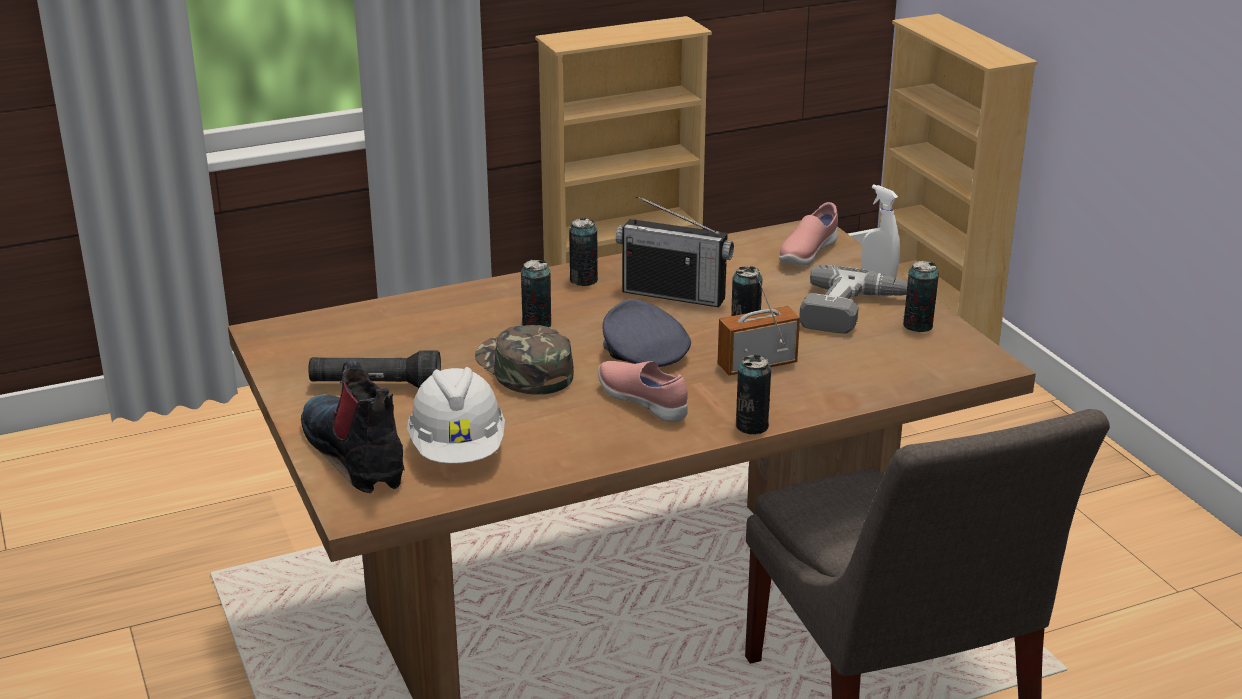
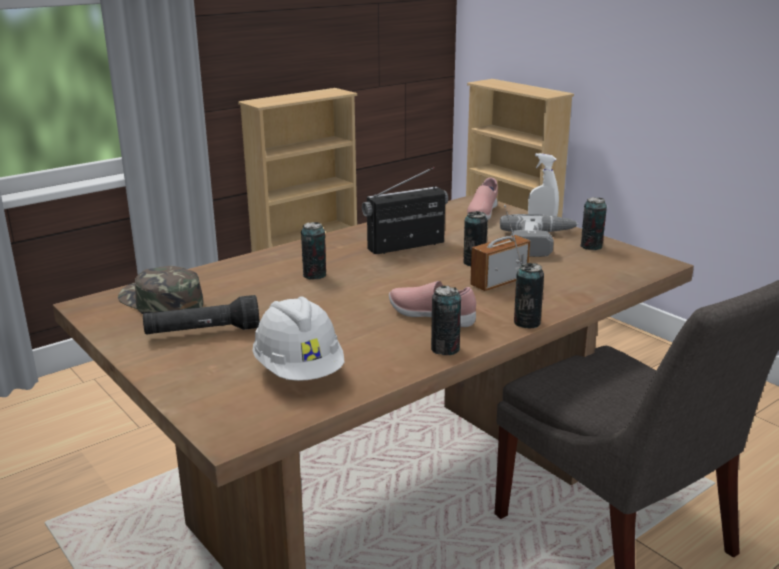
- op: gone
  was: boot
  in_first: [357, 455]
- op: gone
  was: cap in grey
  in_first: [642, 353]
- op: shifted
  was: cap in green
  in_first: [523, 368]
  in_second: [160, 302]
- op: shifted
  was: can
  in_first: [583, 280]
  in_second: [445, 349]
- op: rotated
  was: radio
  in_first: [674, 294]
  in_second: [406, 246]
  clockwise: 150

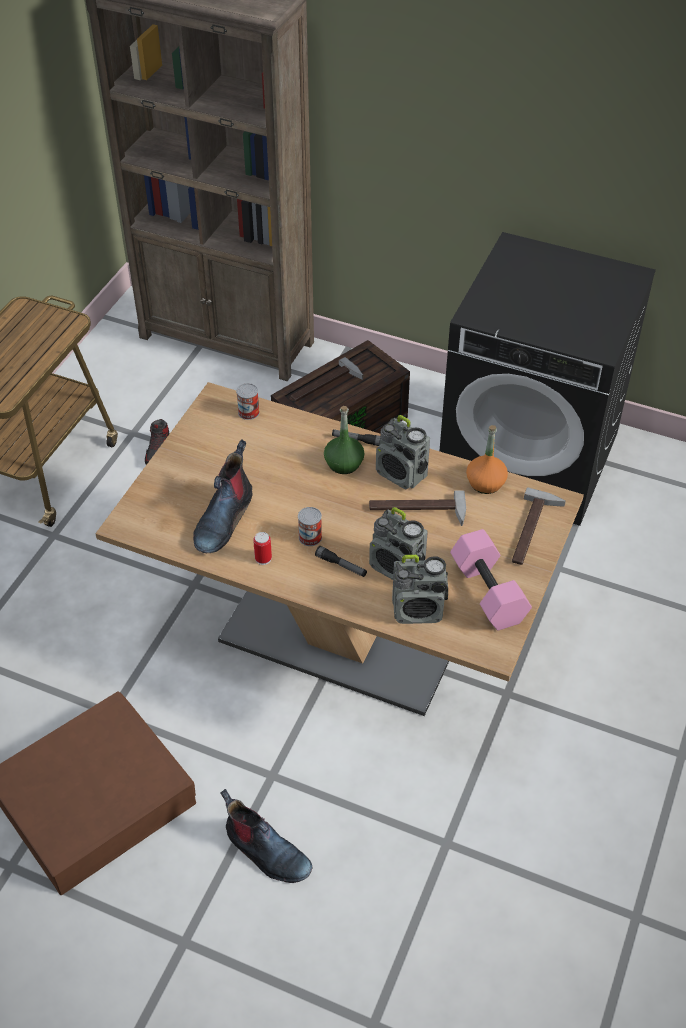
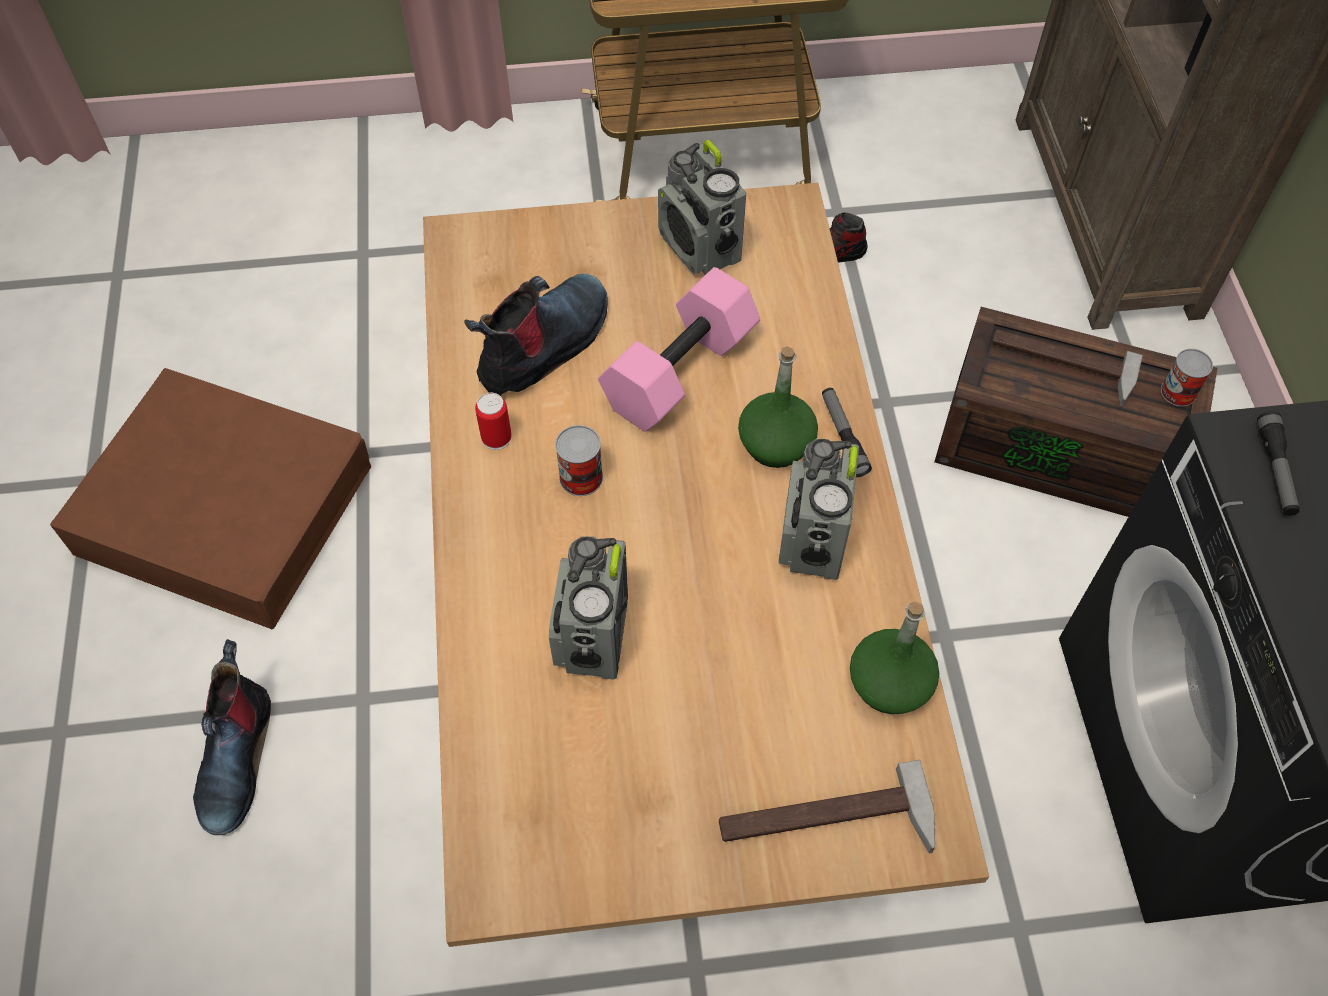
- op: gone
  was: hammer
  in_first: [417, 511]
- op: shifted
  was: can
  in_first: [248, 412]
  in_second: [1178, 392]
- op: shifted
  was: flashlight
  in_first: [341, 565]
  in_second: [1275, 470]
- op: shifted
  was: radio
  in_first: [418, 611]
  in_second: [700, 248]
- op: shifted
  was: dumbbell in pink
  in_first: [490, 592]
  in_second: [680, 373]
- op: repainted
  was: bottle in orange
  now: bottle in green
  in_first: [485, 483]
  in_second: [889, 683]
- op: rotated
  was: boot
  in_first: [223, 519]
  in_second: [545, 347]
  clockwise: 135

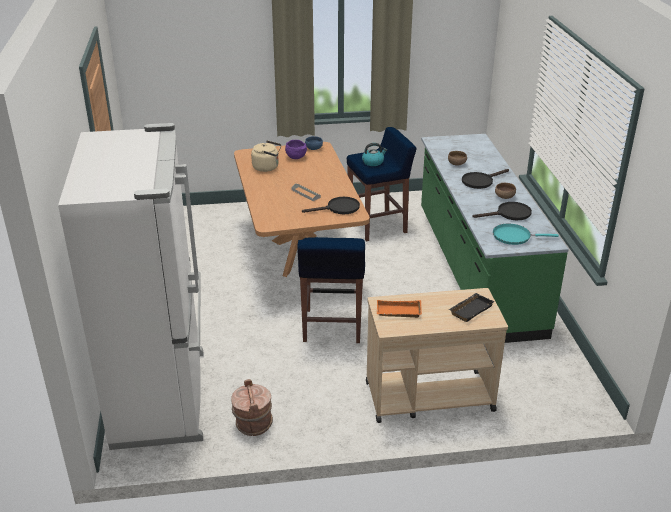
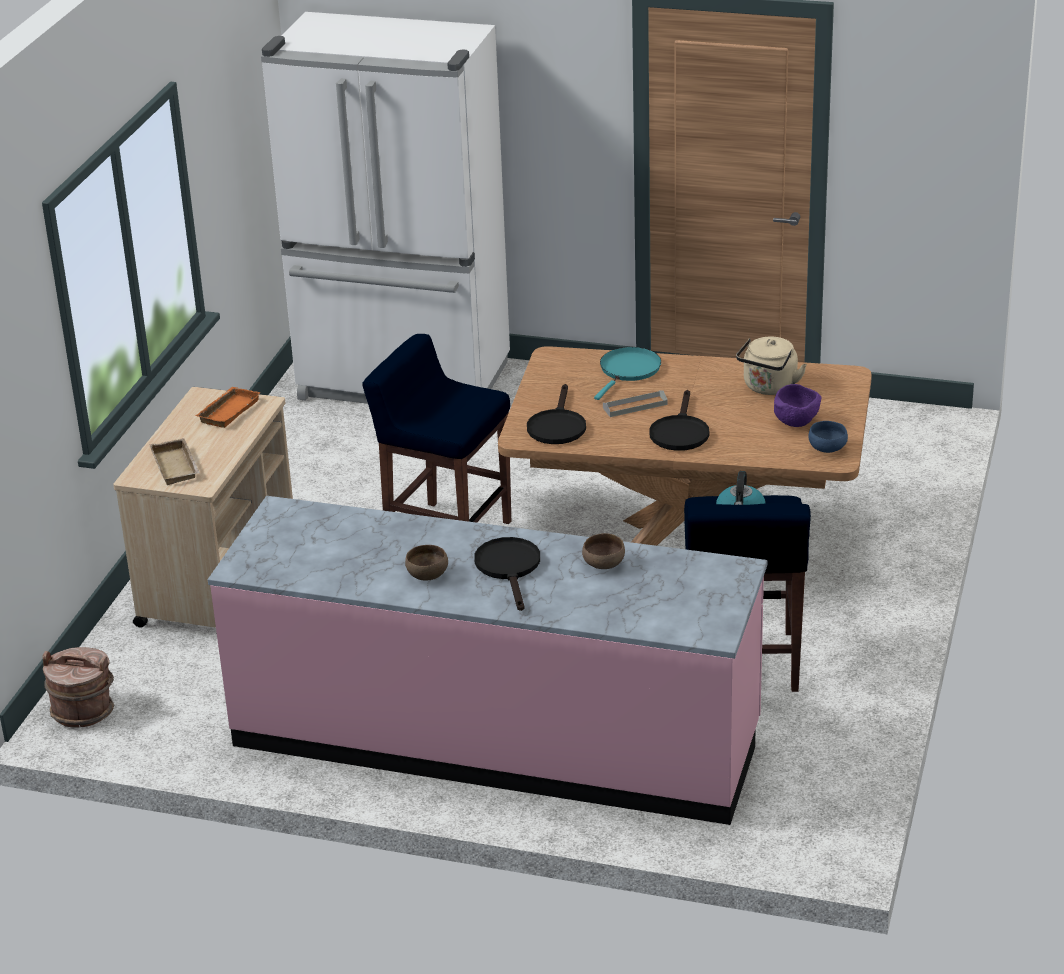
- op: shifted
  was: bucket in brown
  in_first: [253, 423]
  in_second: [83, 711]
- op: shifted
  was: frying pan in black
  in_first: [509, 214]
  in_second: [679, 432]
- op: shifted
  was: frying pan in turquoise
  in_first: [514, 236]
  in_second: [628, 371]
- op: repainted
  was: counter in green
  now: counter in pink
  in_first: [476, 269]
  in_second: [496, 738]
- op: repainted
  was: tray in black
  now: tray in beige
  in_first: [470, 309]
  in_second: [177, 466]

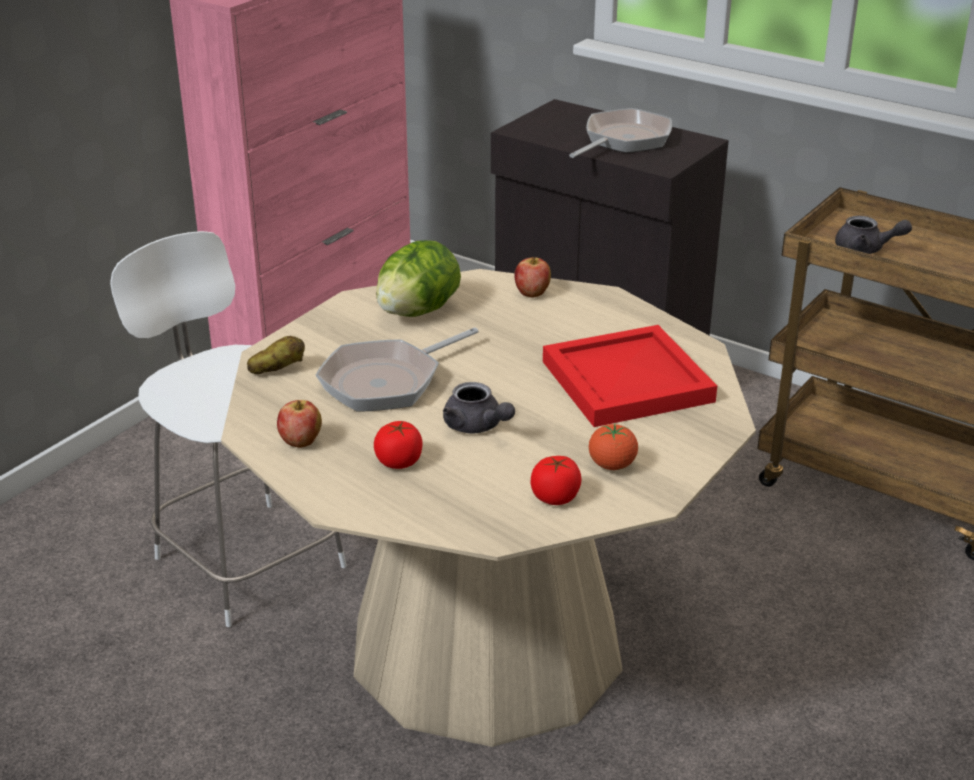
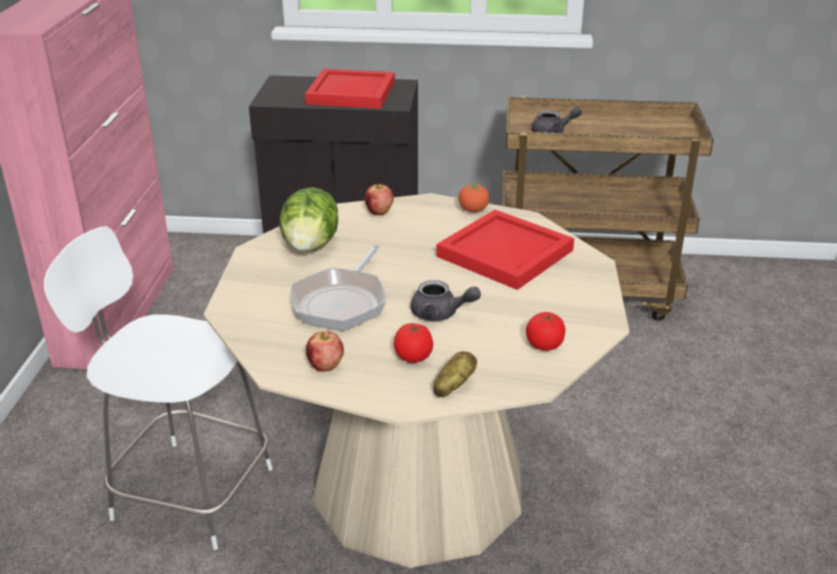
- op: shifted
  was: potato
  in_first: [277, 370]
  in_second: [453, 386]
- op: shifted
  was: tomato
  in_first: [612, 465]
  in_second: [473, 210]
- op: swapped
  was: frying pan
  now: tray in red
  in_first: [623, 140]
  in_second: [349, 93]

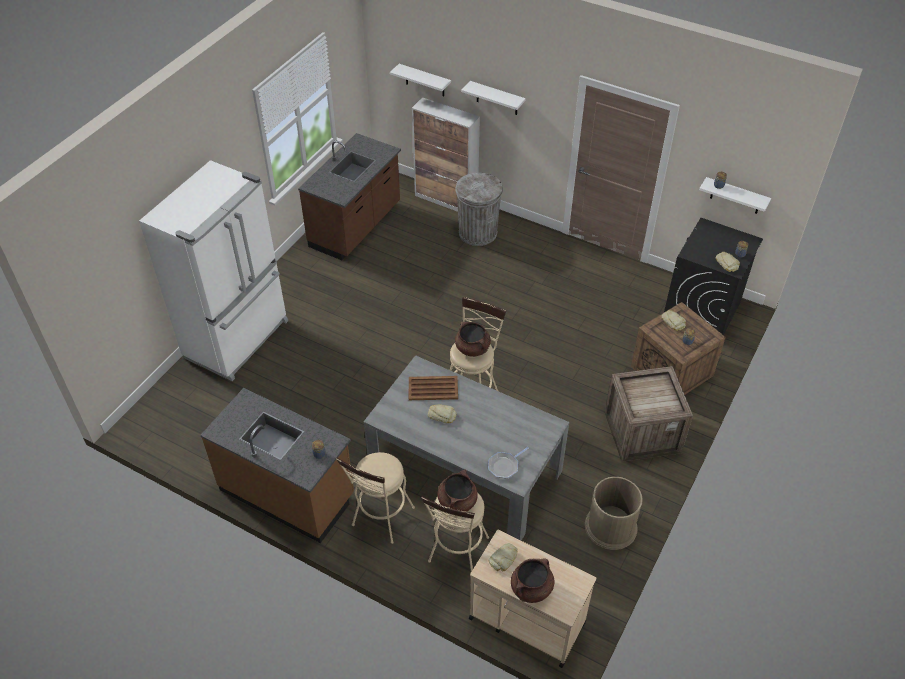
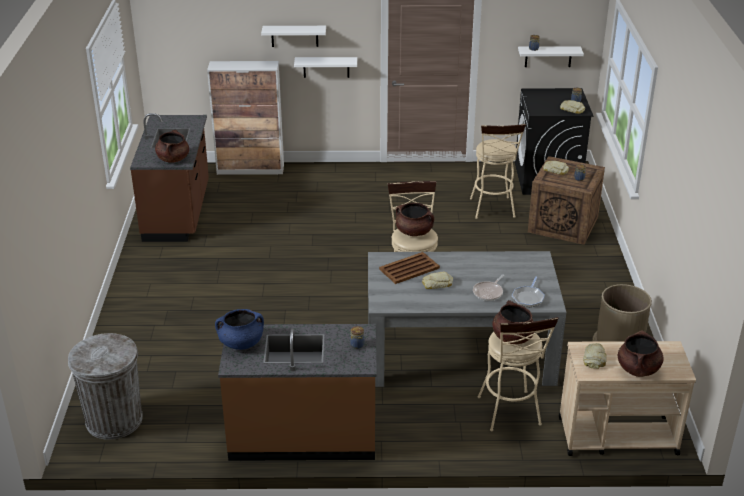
- op: gone
  was: fridge in white
  in_first: [239, 339]
- op: gone
  was: crate
  in_first: [643, 431]
- op: new
  now: cooking pot in brown
  in_second: [173, 159]
- op: new
  now: cooking pot in blue
  in_second: [241, 343]
- op: new
  now: frying pan
  in_second: [489, 292]
- op: shifted
  was: stool in beige
  in_first: [380, 520]
  in_second: [493, 210]
- op: shifted
  was: shelf in white
  in_first: [425, 80]
  in_second: [326, 67]
- op: shifted
  was: trash can in grey
  in_first: [478, 232]
  in_second: [114, 420]

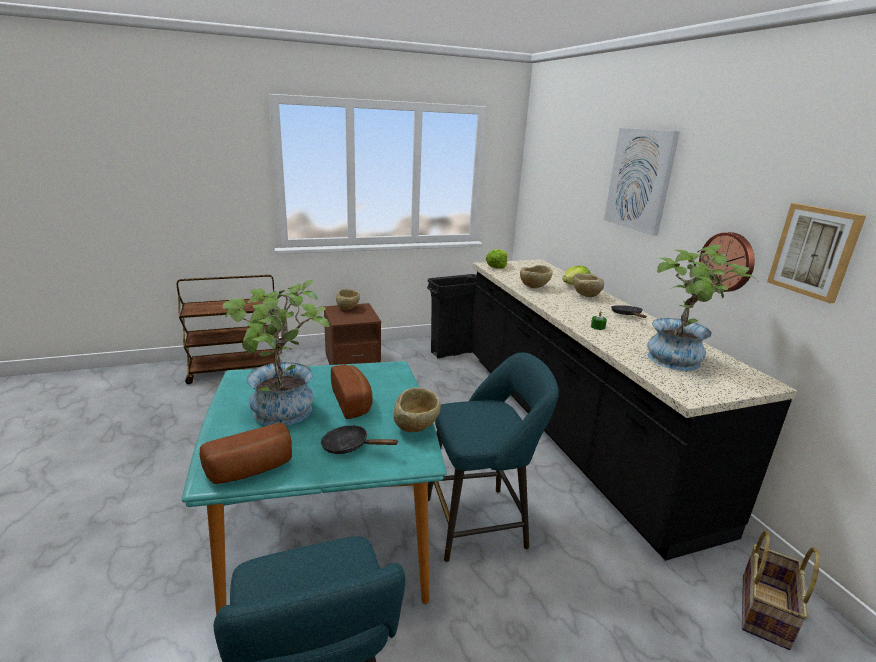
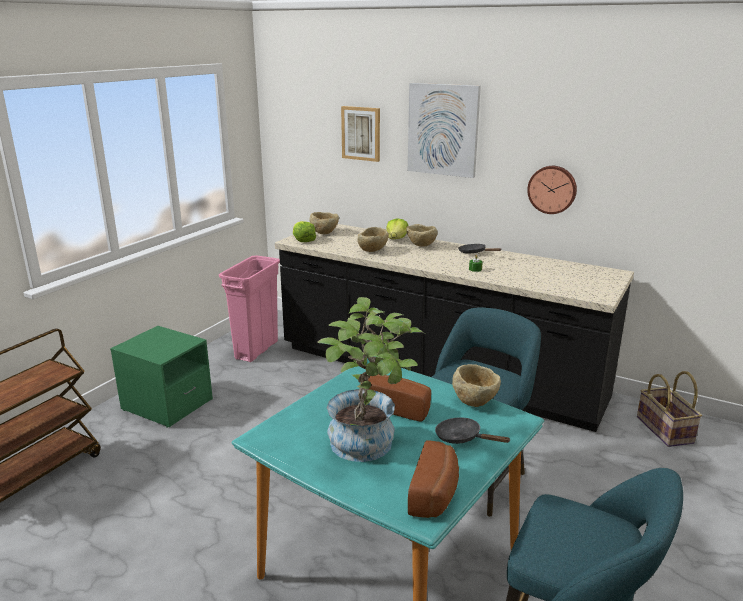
- op: gone
  was: potted plant
  in_first: [679, 363]
- op: shifted
  was: bowl in beige
  in_first: [348, 308]
  in_second: [324, 233]
- op: shifted
  was: picture
  in_first: [814, 251]
  in_second: [361, 133]
- op: repainted
  was: nightstand in brown
  now: nightstand in green
  in_first: [352, 362]
  in_second: [167, 405]
- op: repainted
  was: trash can in black
  now: trash can in pink
  in_first: [453, 352]
  in_second: [256, 350]
- op: rotated
  was: frying pan in black
  in_first: [350, 446]
  in_second: [462, 438]
  clockwise: 60

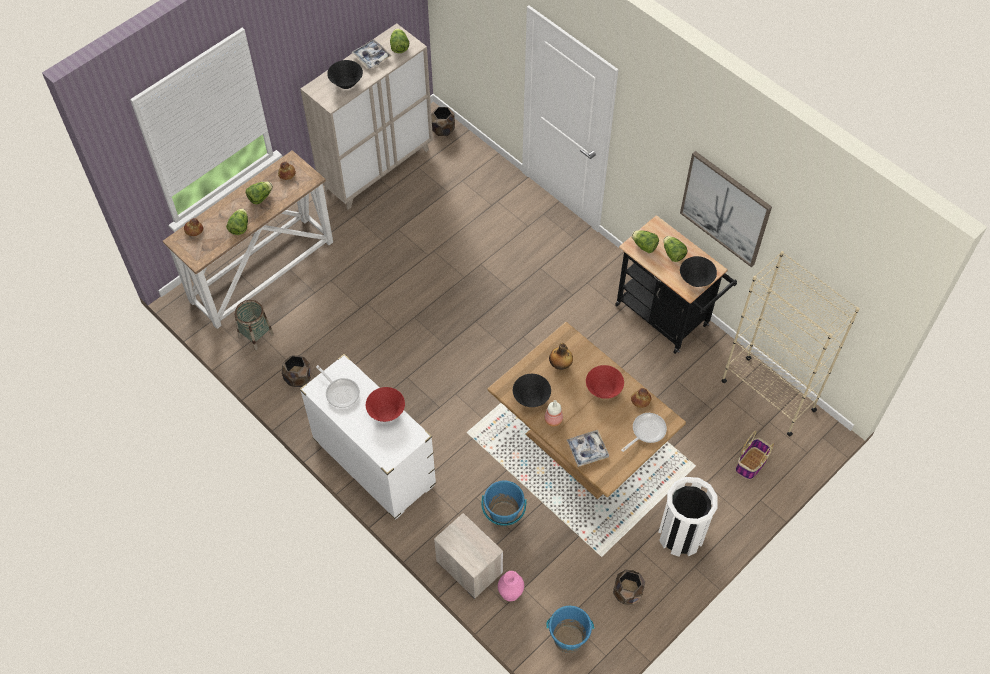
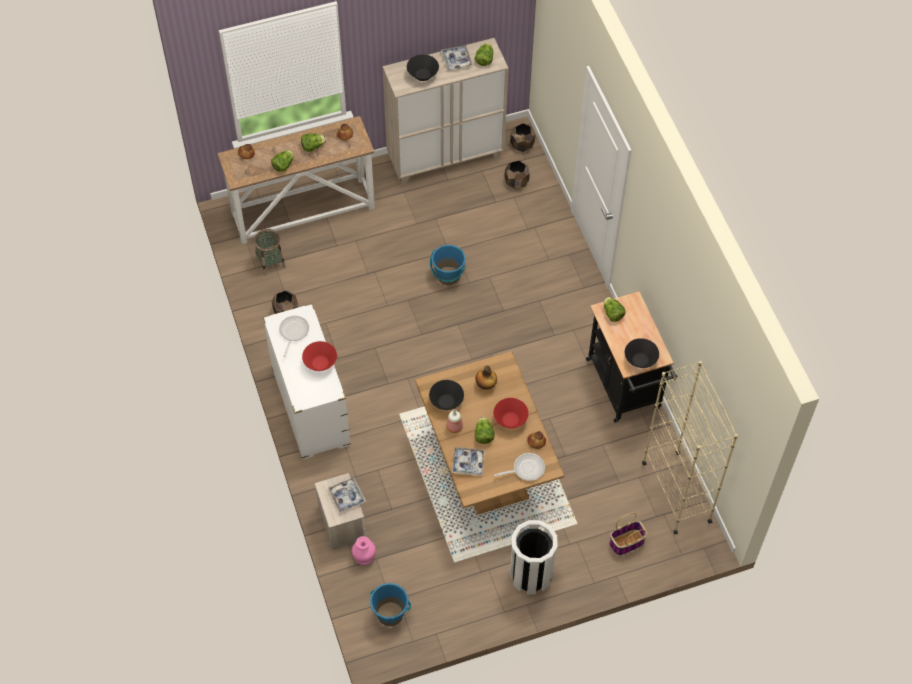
- op: gone
  was: picture
  in_first: [725, 208]
- op: new
  now: tray
  in_second: [347, 496]
- op: shifted
  was: bucket in blue
  in_first: [503, 514]
  in_second: [448, 276]
- op: shifted
  was: planter in brown
  in_first: [628, 592]
  in_second: [516, 182]
- op: shifted
  was: lettuce
  in_first: [673, 254]
  in_second: [483, 435]
- op: rotated
  was: frying pan
  in_first: [341, 392]
  in_second: [293, 333]
  clockwise: -150

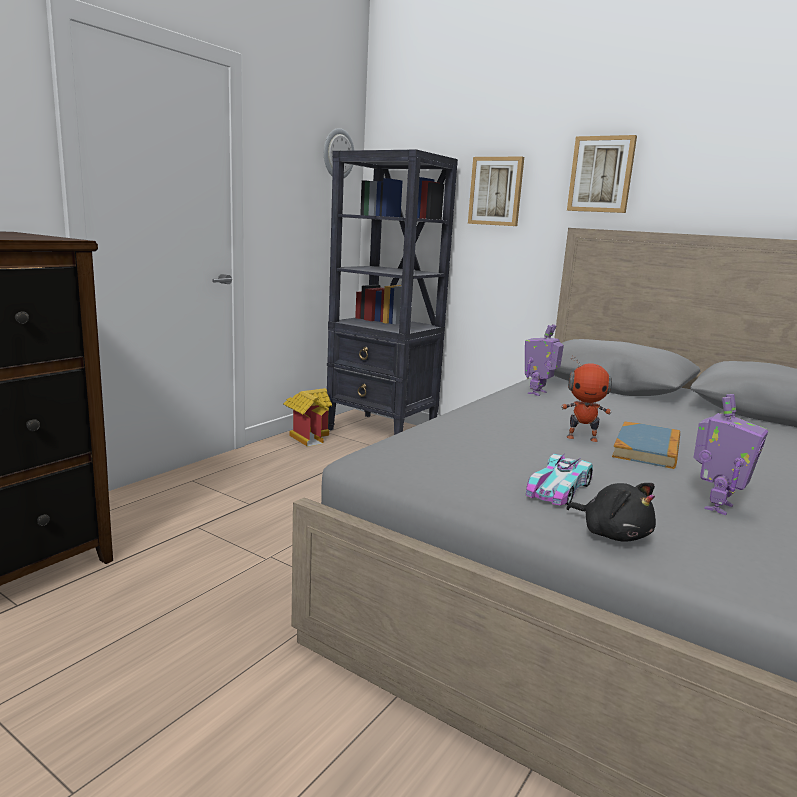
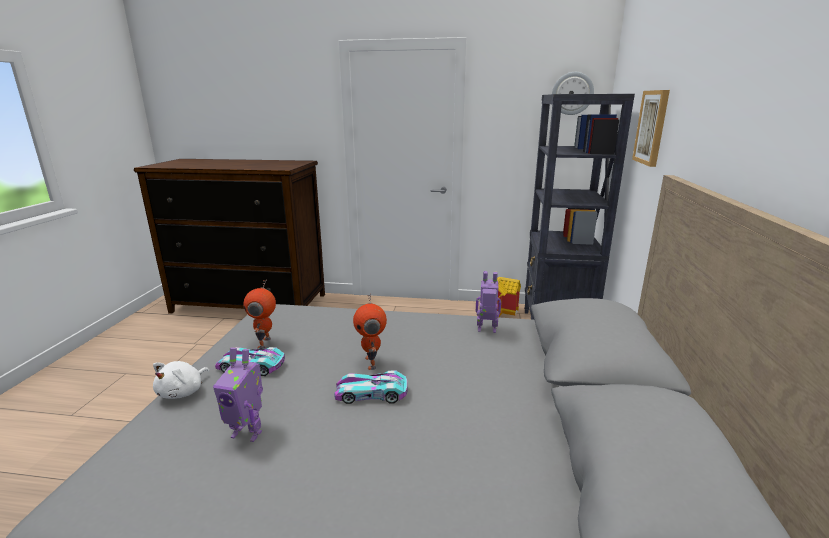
- op: gone
  was: picture
  in_first: [601, 174]
- op: new
  now: toy robot
  in_second: [265, 343]
- op: swapped
  was: book
  now: toy car
  in_first: [647, 449]
  in_second: [371, 393]
- op: repainted
  was: plush toy in black
  now: plush toy in white
  in_first: [612, 534]
  in_second: [183, 392]

